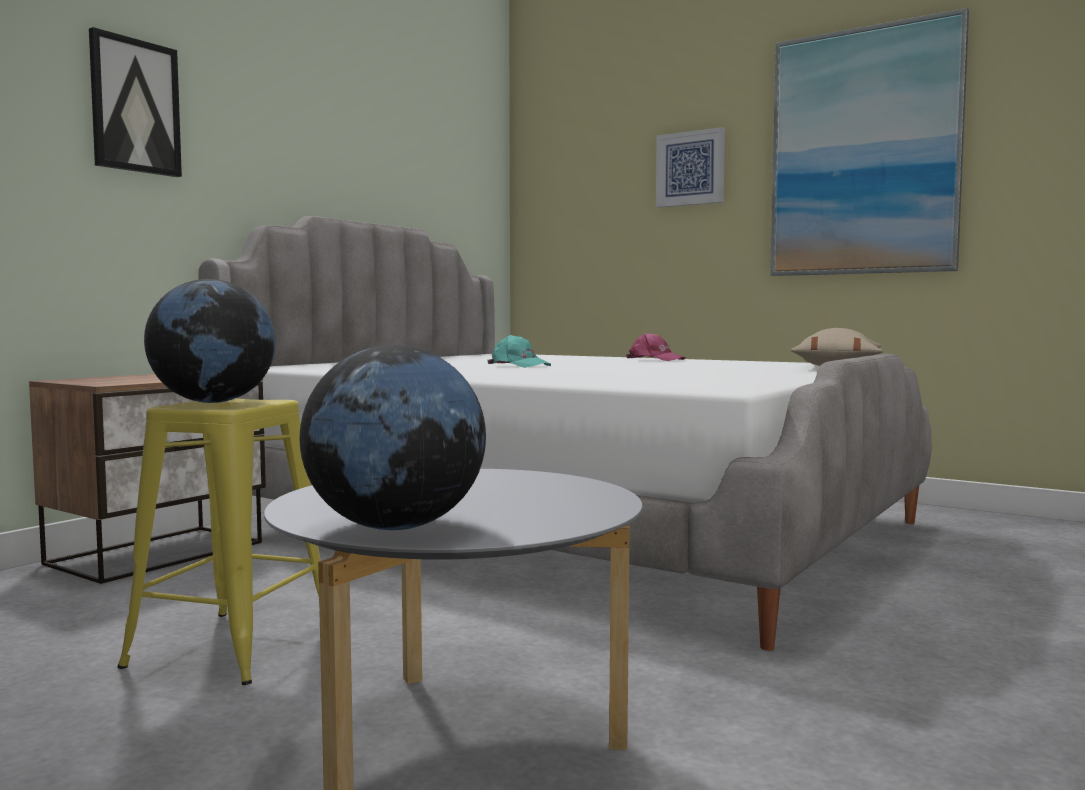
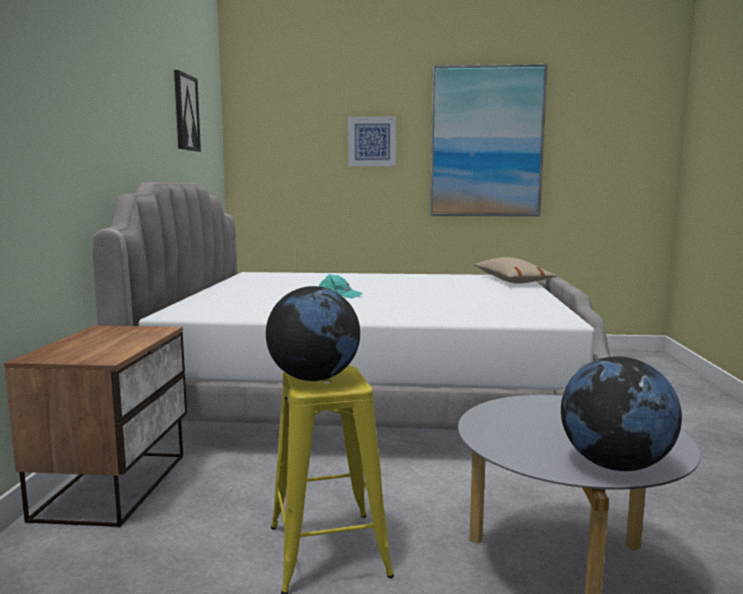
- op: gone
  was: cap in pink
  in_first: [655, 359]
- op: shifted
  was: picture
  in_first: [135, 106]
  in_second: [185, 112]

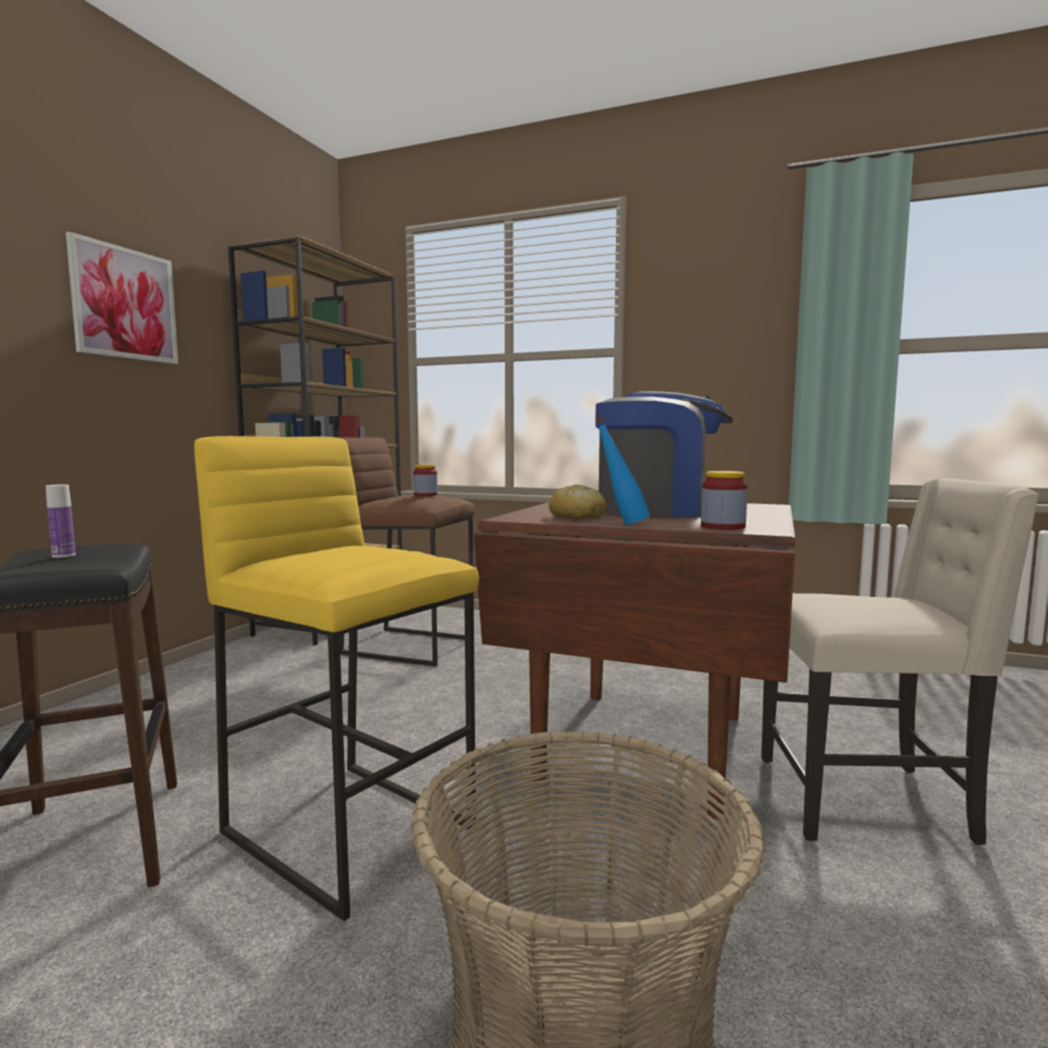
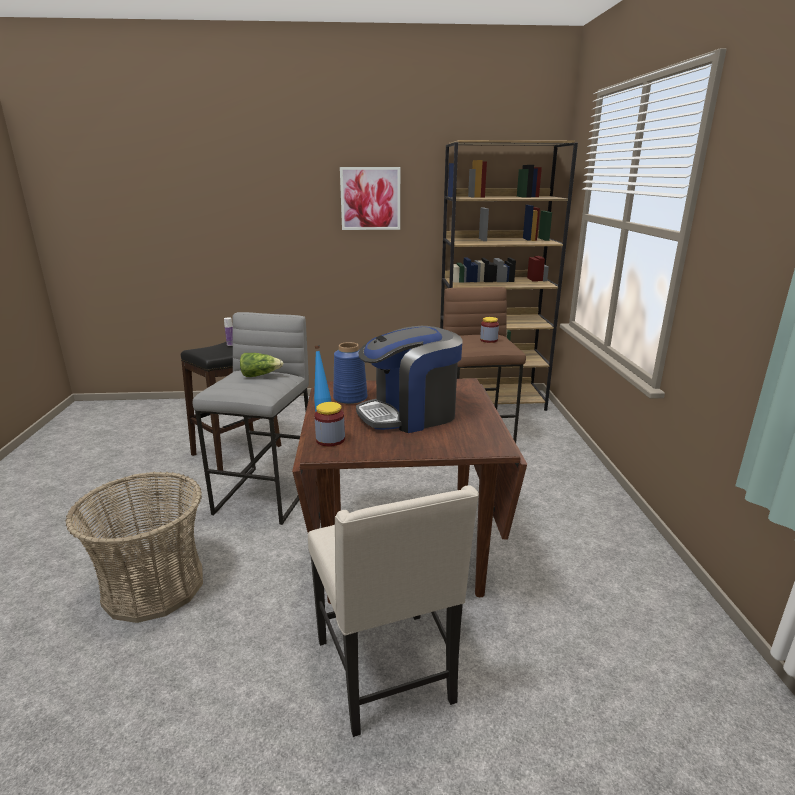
- op: new
  now: lettuce
  in_second: [260, 375]
- op: swapped
  was: bread
  now: vase in blue
  in_first: [577, 517]
  in_second: [349, 398]
- op: repainted
  was: stool in yellow
  now: stool in grey
  in_first: [351, 829]
  in_second: [267, 494]
- op: rotated
  was: coffee machine
  in_first: [659, 510]
  in_second: [410, 414]
  clockwise: 90

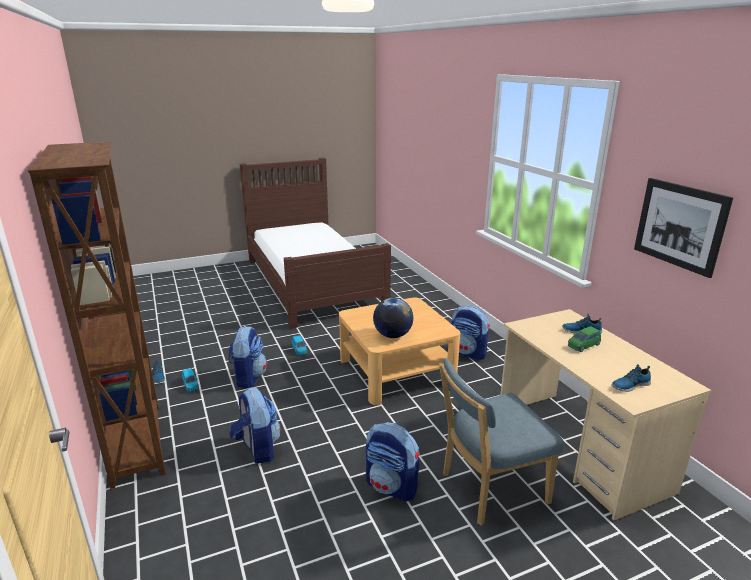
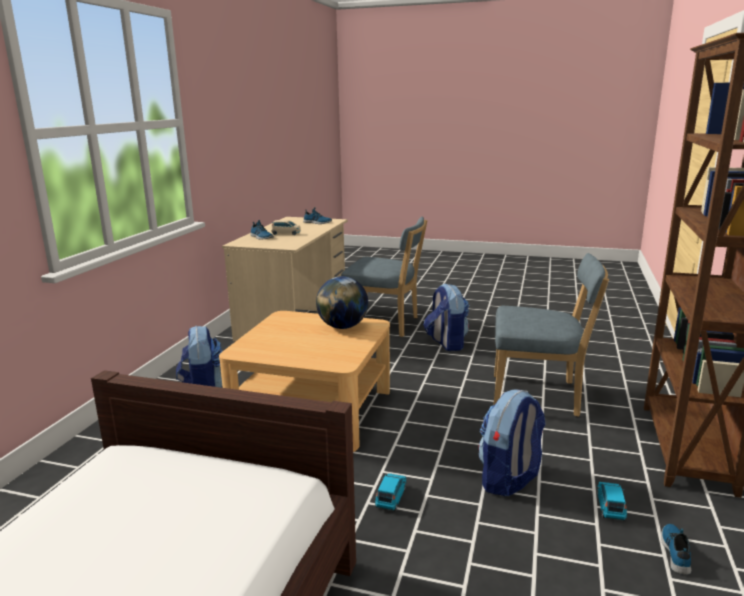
- op: gone
  was: picture
  in_first: [679, 225]
- op: swapped
  was: backpack
  now: chair in blue
  in_first: [257, 449]
  in_second: [539, 396]
- op: repainted
  was: toy car in green
  now: toy car in beige
  in_first: [583, 345]
  in_second: [286, 233]

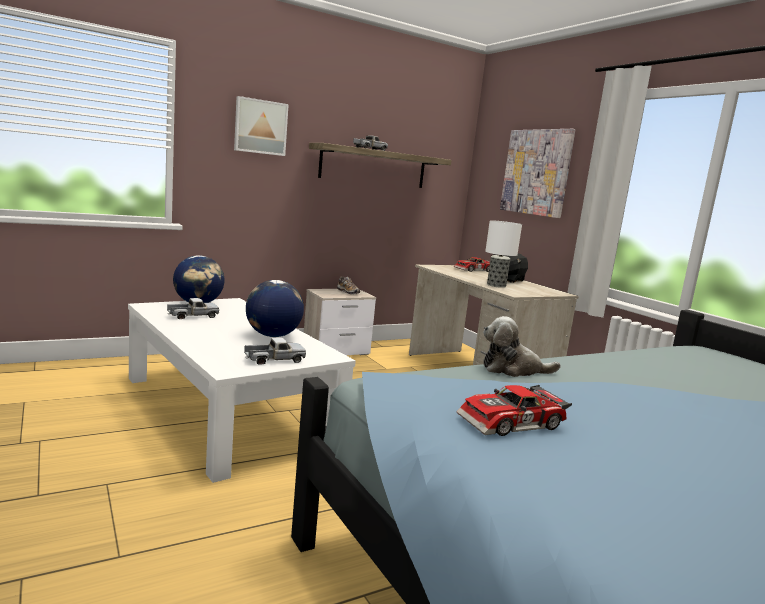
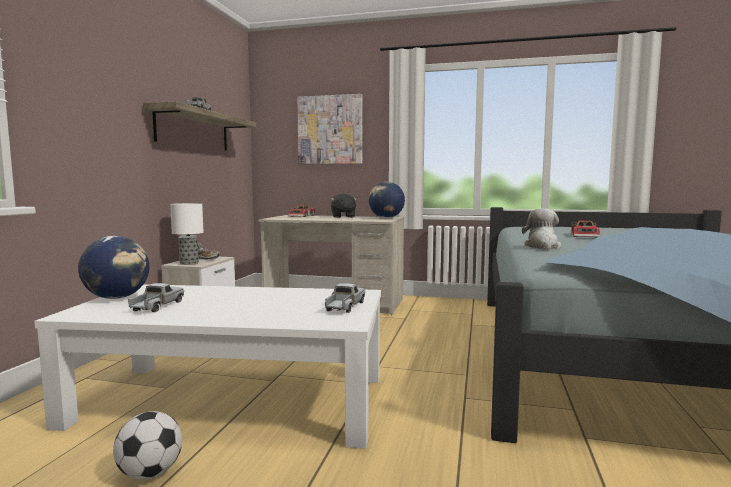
- op: gone
  was: picture
  in_first: [260, 127]
- op: new
  now: football
  in_second: [150, 473]
- op: shifted
  was: globe
  in_first: [272, 335]
  in_second: [386, 218]
- op: shifted
  was: toy car
  in_first: [513, 423]
  in_second: [586, 236]
- op: shifted
  was: table lamp
  in_first: [496, 285]
  in_second: [189, 263]
- op: rotated
  was: plush toy
  in_first: [513, 369]
  in_second: [542, 247]
  clockwise: 150

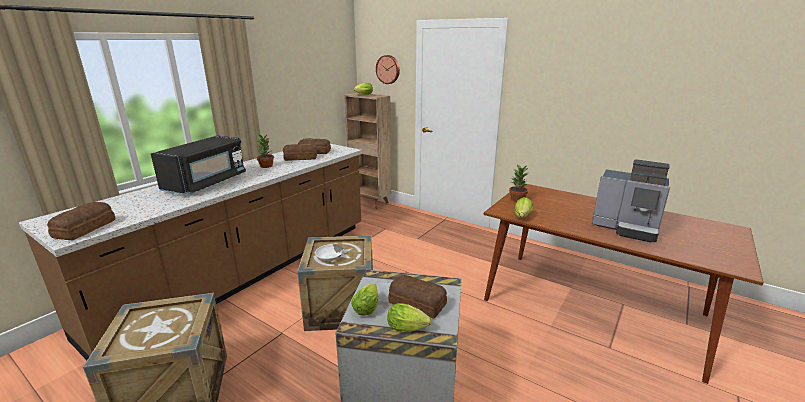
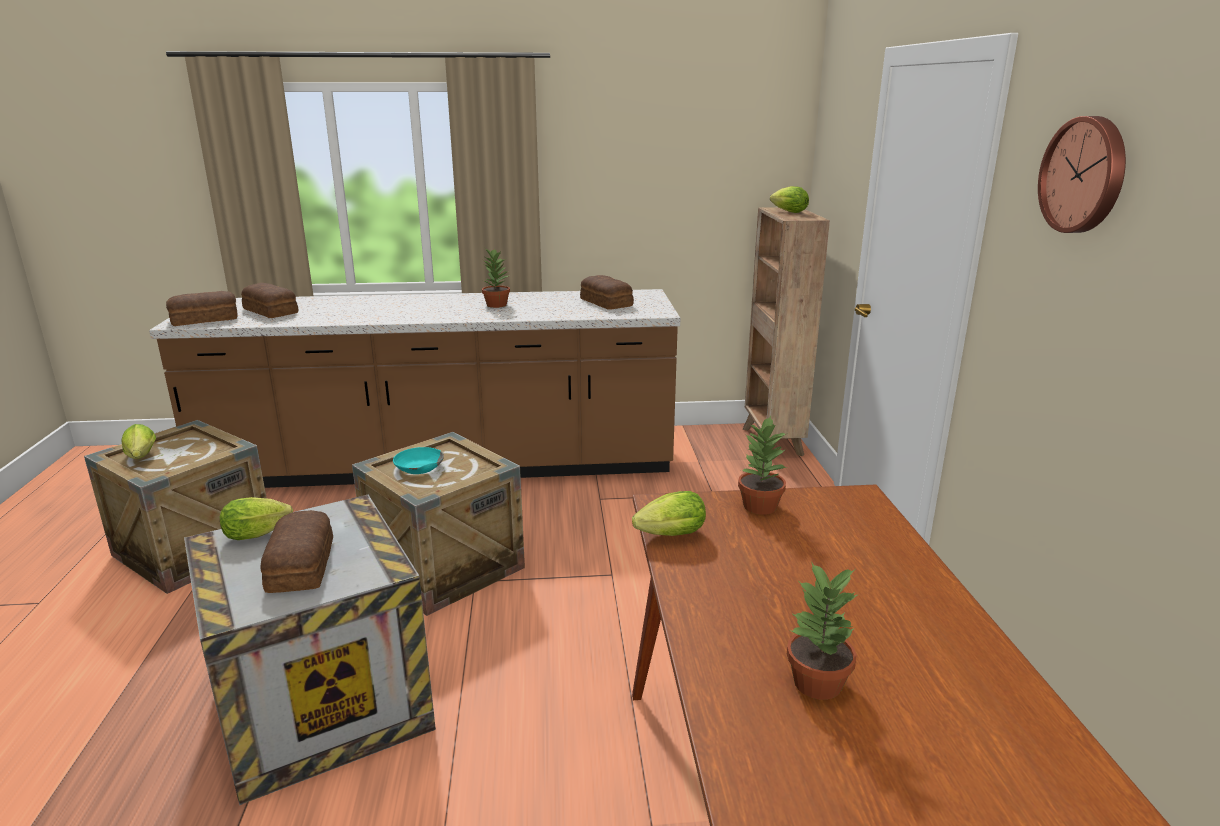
- op: gone
  was: microwave in black
  in_first: [207, 183]
- op: shifted
  was: bread
  in_first: [300, 158]
  in_second: [271, 310]
- op: shifted
  was: wall clock
  in_first: [388, 69]
  in_second: [1085, 175]
- op: shifted
  was: lettuce
  in_first: [409, 328]
  in_second: [141, 458]
- op: swapped
  was: coffee machine
  now: potted plant
  in_first: [626, 228]
  in_second: [818, 684]
- op: repainted
  was: bowl in white
  now: bowl in turquoise
  in_first: [329, 257]
  in_second: [418, 468]

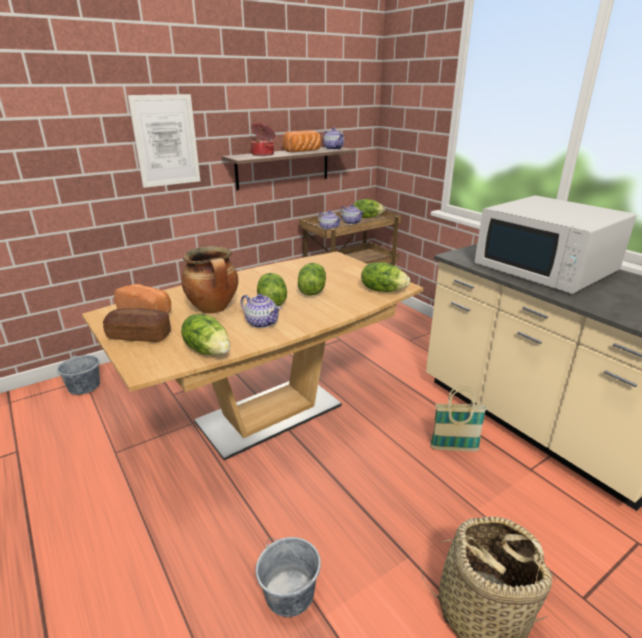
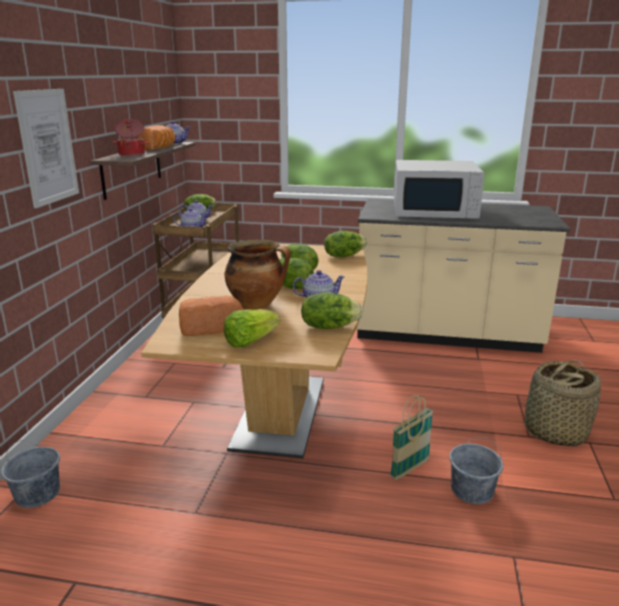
- op: shifted
  was: basket
  in_first: [454, 448]
  in_second: [410, 469]
- op: swapped
  was: bread
  now: lettuce
  in_first: [139, 336]
  in_second: [250, 341]

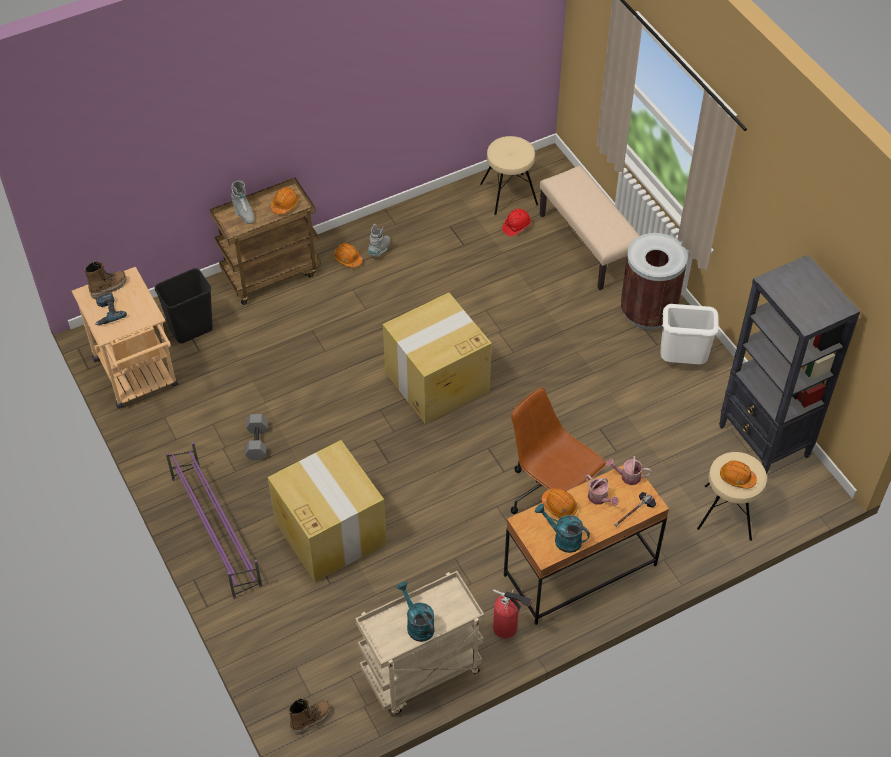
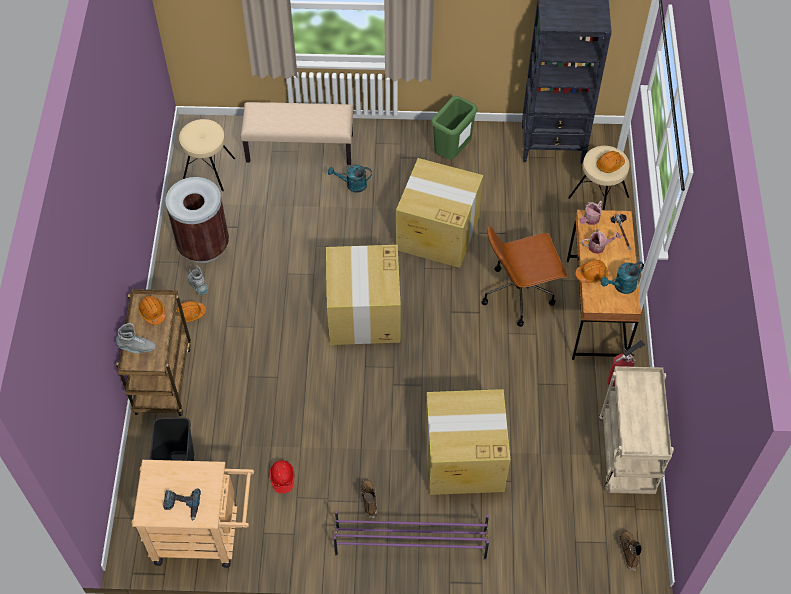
- op: gone
  was: dumbbell in grey
  in_first: [256, 442]
- op: new
  now: cardboard box
  in_second: [437, 232]
- op: shifted
  was: boot
  in_first: [108, 287]
  in_second: [369, 500]
- op: shifted
  was: watering can in turquoise
  in_first: [417, 624]
  in_second: [352, 185]
- op: shifted
  was: hard hat in red
  in_first: [516, 226]
  in_second: [282, 478]
- op: shifted
  was: trash can in brown
  in_first: [647, 312]
  in_second: [203, 246]
- op: repainted
  was: trash can in white
  now: trash can in green
  in_first: [681, 362]
  in_second: [452, 152]

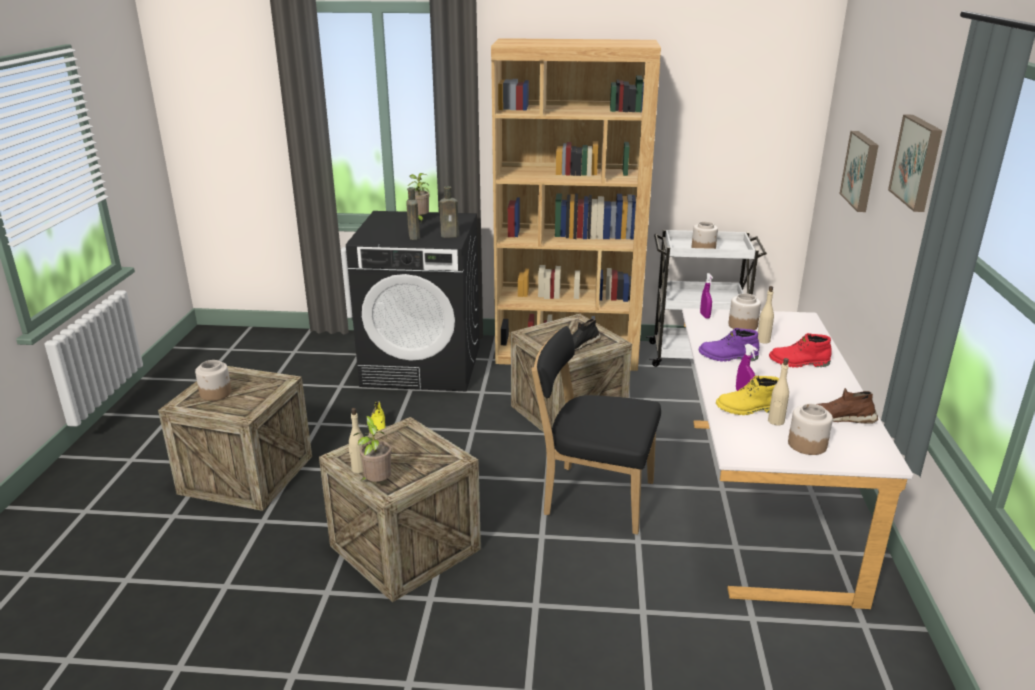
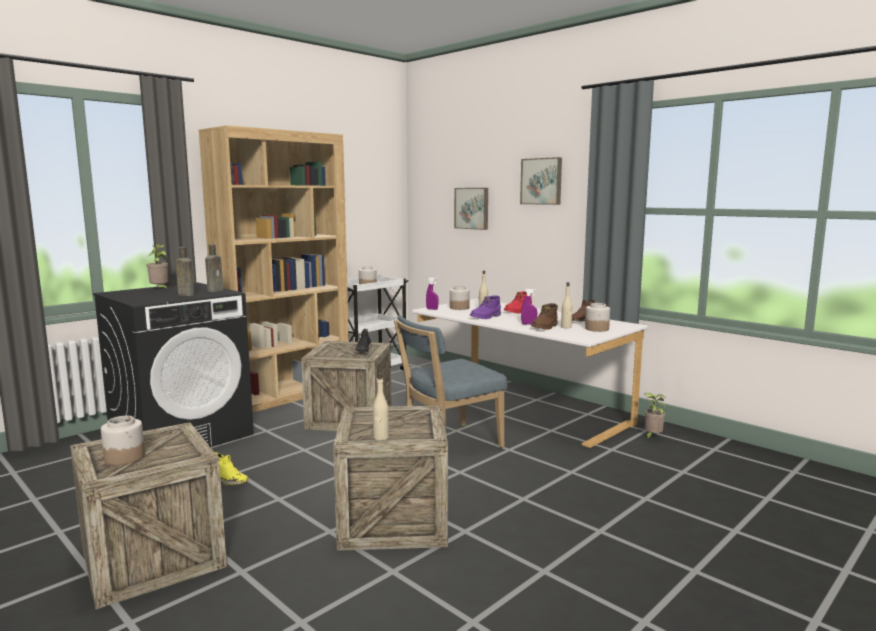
- op: shifted
  was: potted plant
  in_first: [376, 483]
  in_second: [652, 437]
- op: repainted
  was: chair in black
  now: chair in blue
  in_first: [593, 497]
  in_second: [448, 444]
- op: repainted
  was: boot in yellow
  now: boot in brown
  in_first: [748, 409]
  in_second: [545, 327]

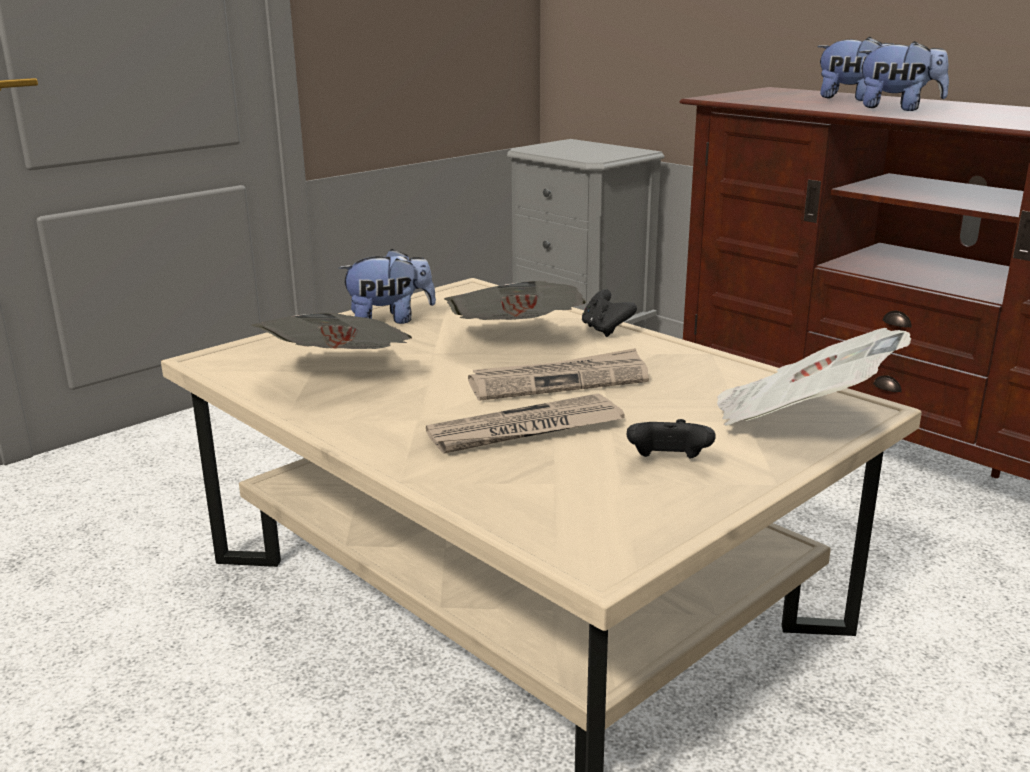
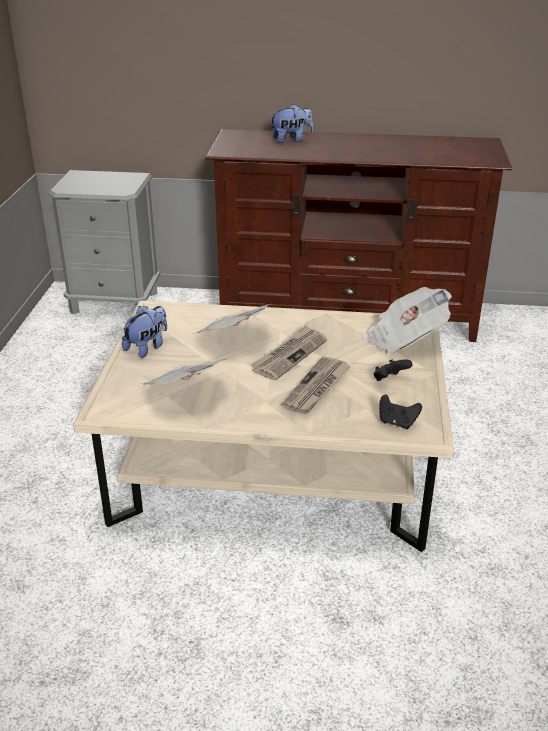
- op: gone
  was: plush toy
  in_first: [898, 109]
- op: shifted
  was: game controller in black
  in_first: [605, 330]
  in_second: [397, 422]

